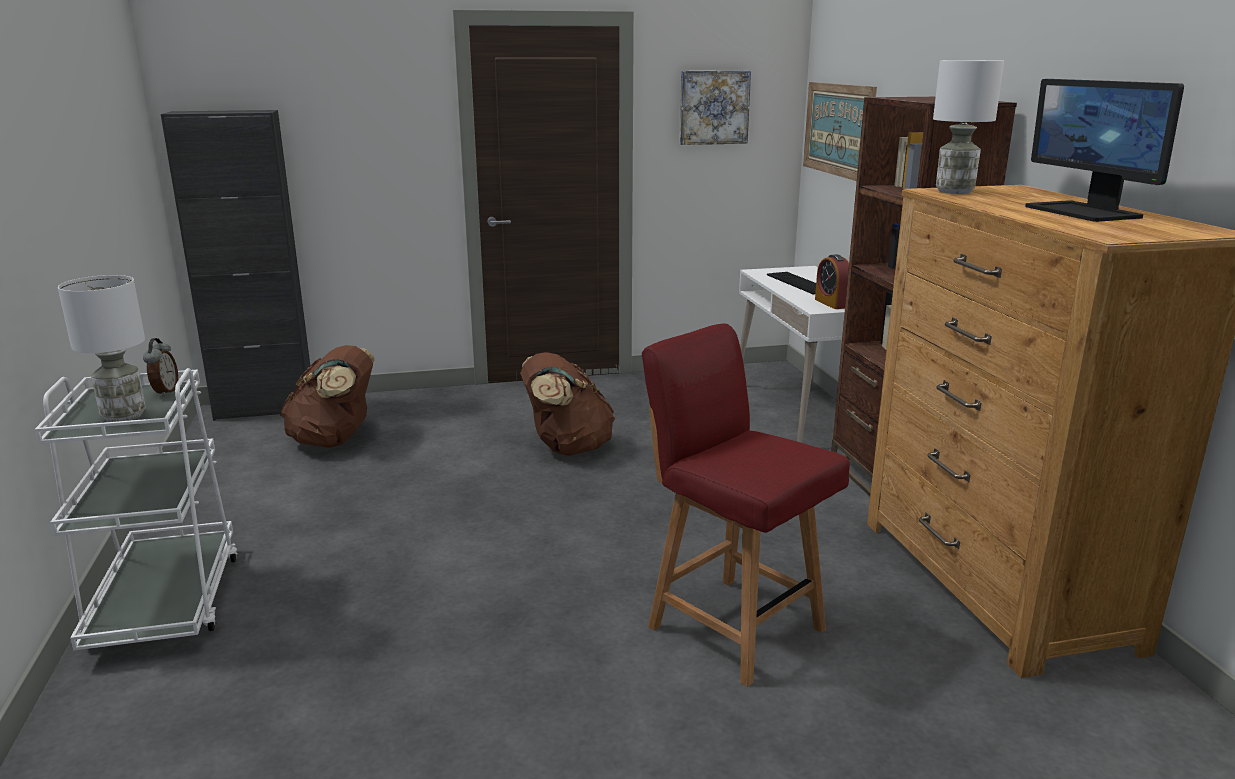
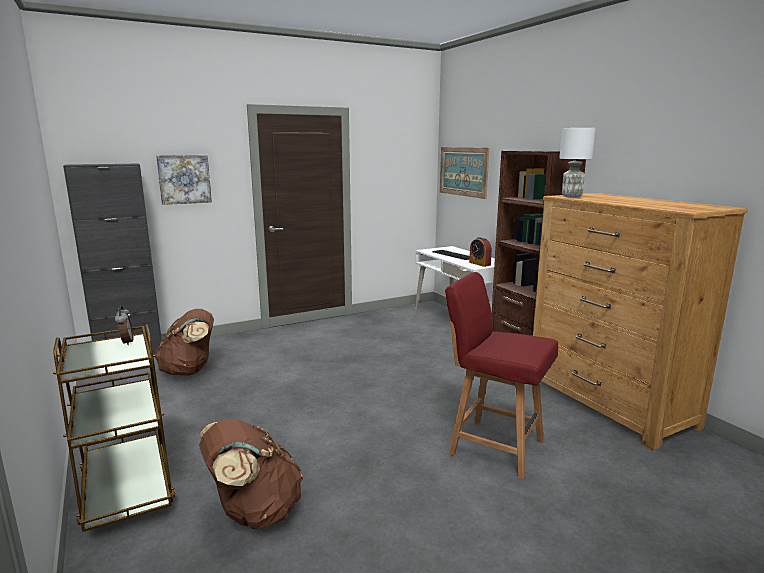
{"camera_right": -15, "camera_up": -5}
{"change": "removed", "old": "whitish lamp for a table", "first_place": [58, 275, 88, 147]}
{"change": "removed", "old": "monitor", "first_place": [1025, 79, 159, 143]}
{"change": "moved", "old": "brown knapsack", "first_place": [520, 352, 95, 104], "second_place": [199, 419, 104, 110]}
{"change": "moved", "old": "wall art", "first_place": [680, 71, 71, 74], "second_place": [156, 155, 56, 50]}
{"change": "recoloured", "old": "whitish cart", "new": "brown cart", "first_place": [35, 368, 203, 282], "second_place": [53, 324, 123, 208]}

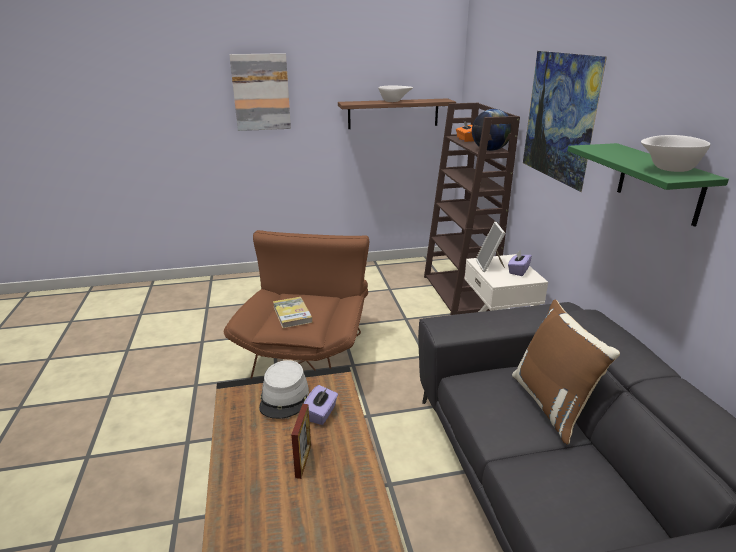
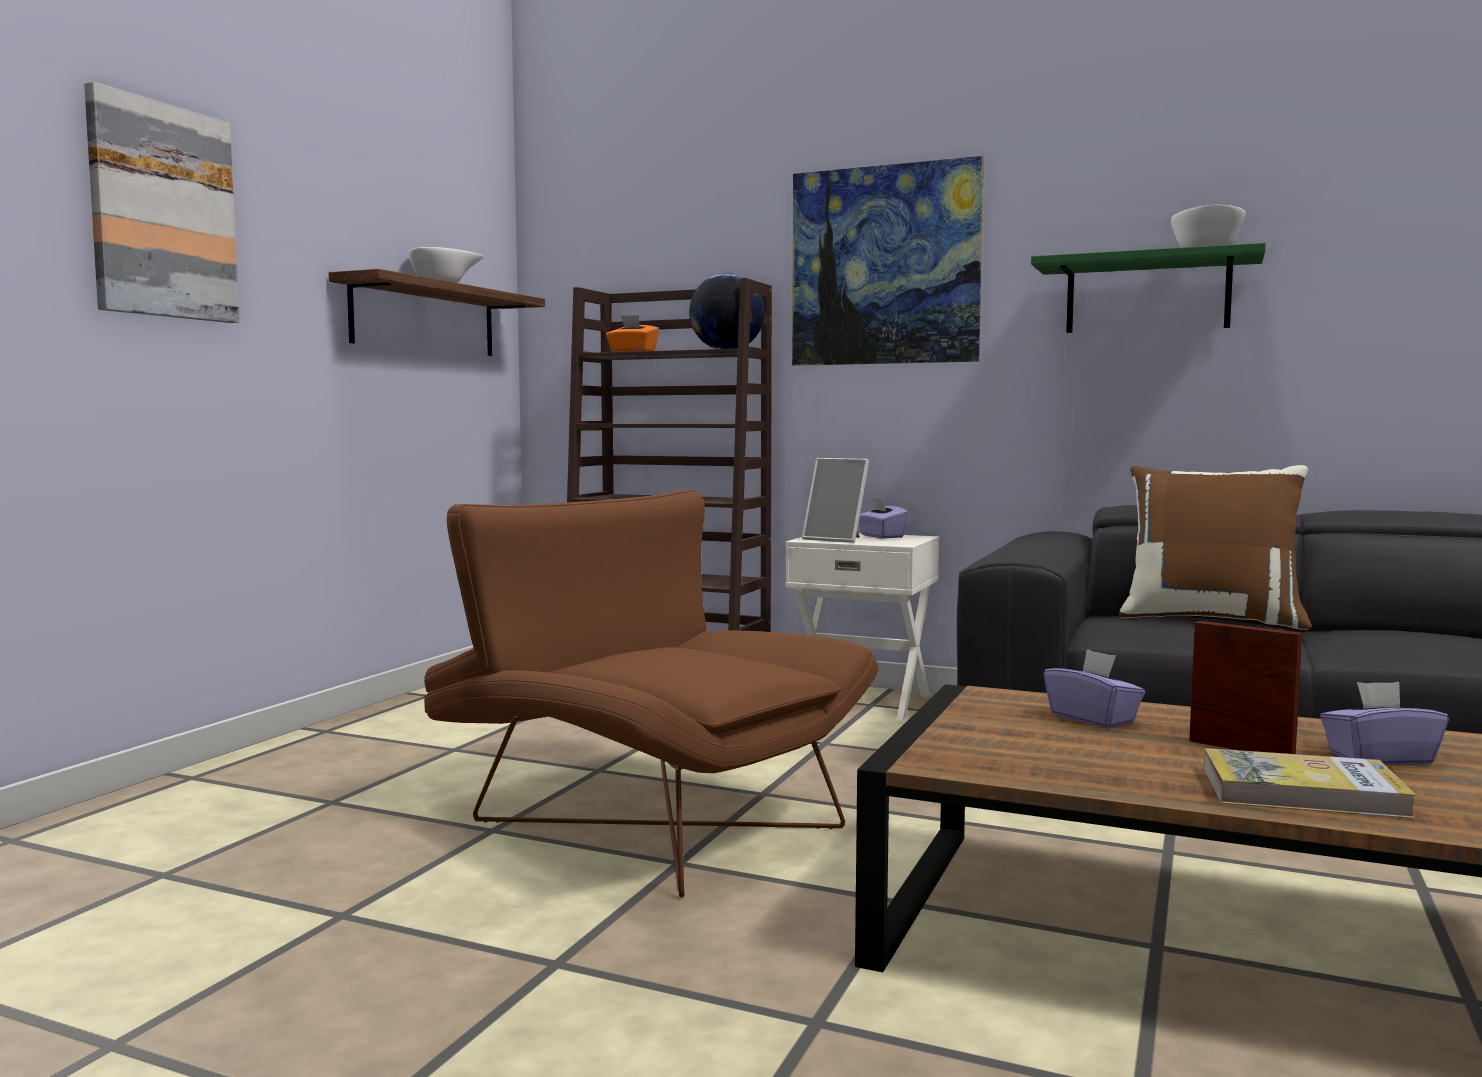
{"camera_right": -55, "camera_up": -20}
{"change": "removed", "old": "greyish hat", "first_place": [259, 360, 50, 59]}
{"change": "added", "new": "purple tissue holder", "second_place": [1320, 682, 129, 83]}
{"change": "moved", "old": "bound book", "first_place": [273, 297, 40, 31], "second_place": [1204, 748, 212, 71]}

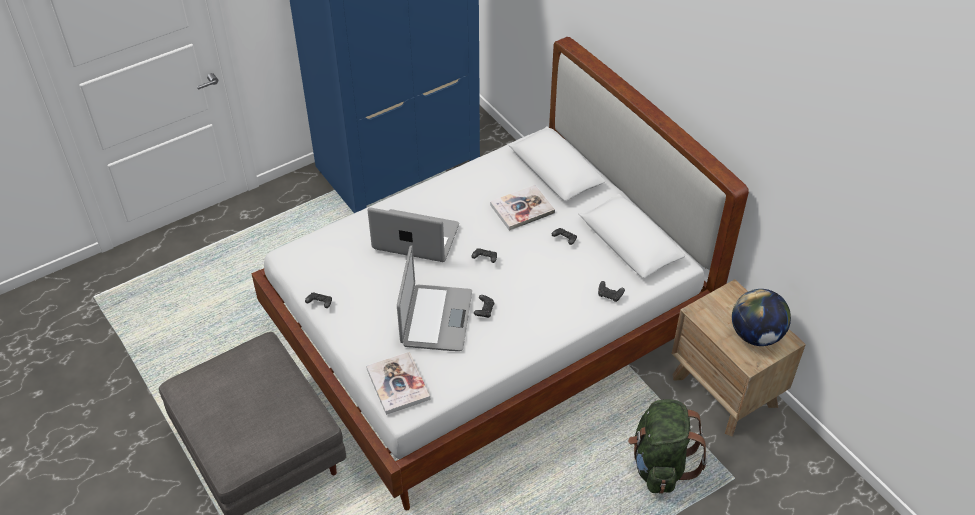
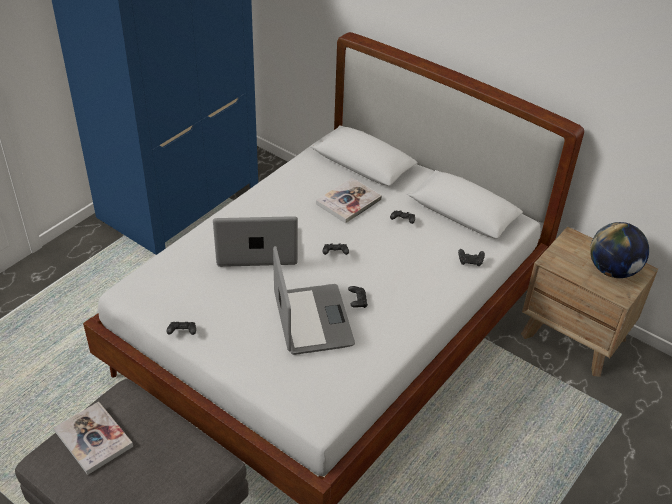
{"camera_right": -20, "camera_up": -5}
{"change": "removed", "old": "greenish knapsack", "first_place": [628, 399, 80, 95]}
{"change": "moved", "old": "bound book", "first_place": [366, 352, 65, 63], "second_place": [54, 402, 79, 73]}

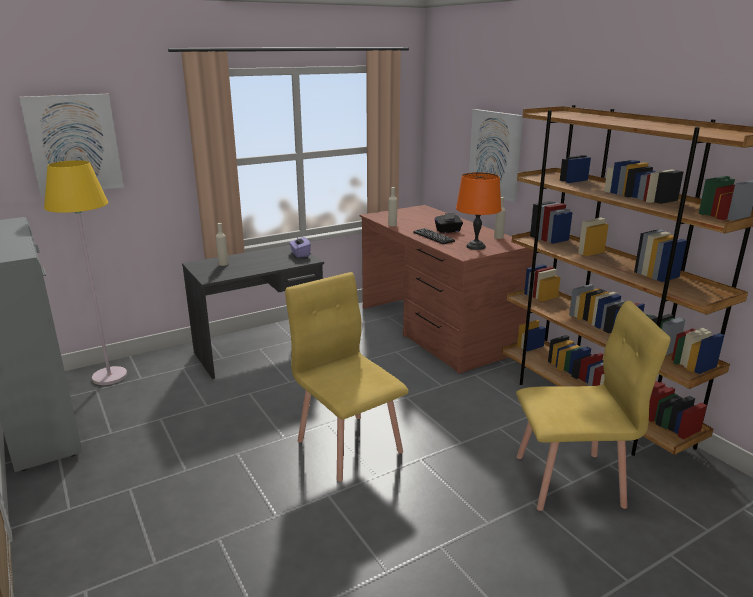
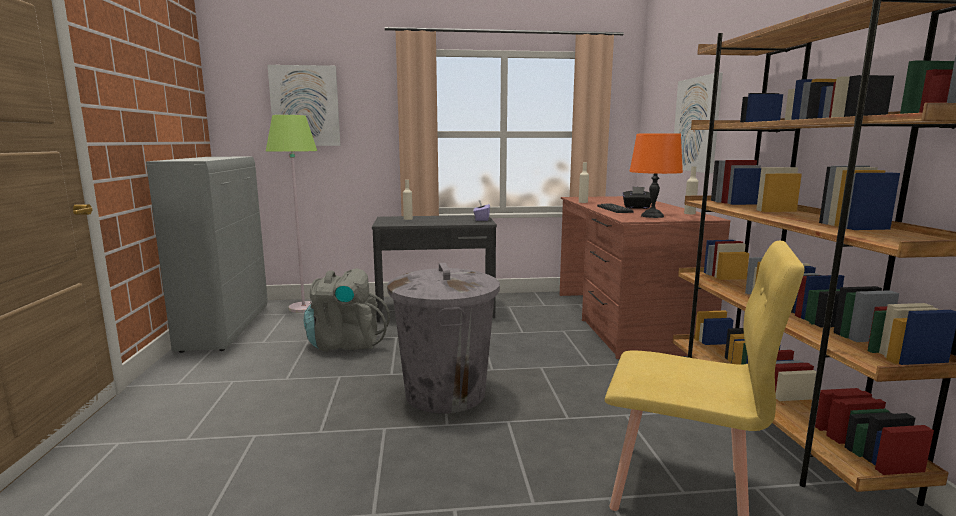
{"camera_right": 25, "camera_up": -10}
{"change": "added", "new": "greyish knapsack", "second_place": [304, 268, 86, 84]}
{"change": "replaced", "old": "yellow chair", "new": "greyish waste bin", "first_place": [285, 272, 124, 210], "second_place": [387, 263, 113, 151]}
{"change": "recoloured", "old": "yellow standing lamp", "new": "greenish standing lamp", "first_place": [44, 160, 83, 225], "second_place": [266, 115, 51, 198]}

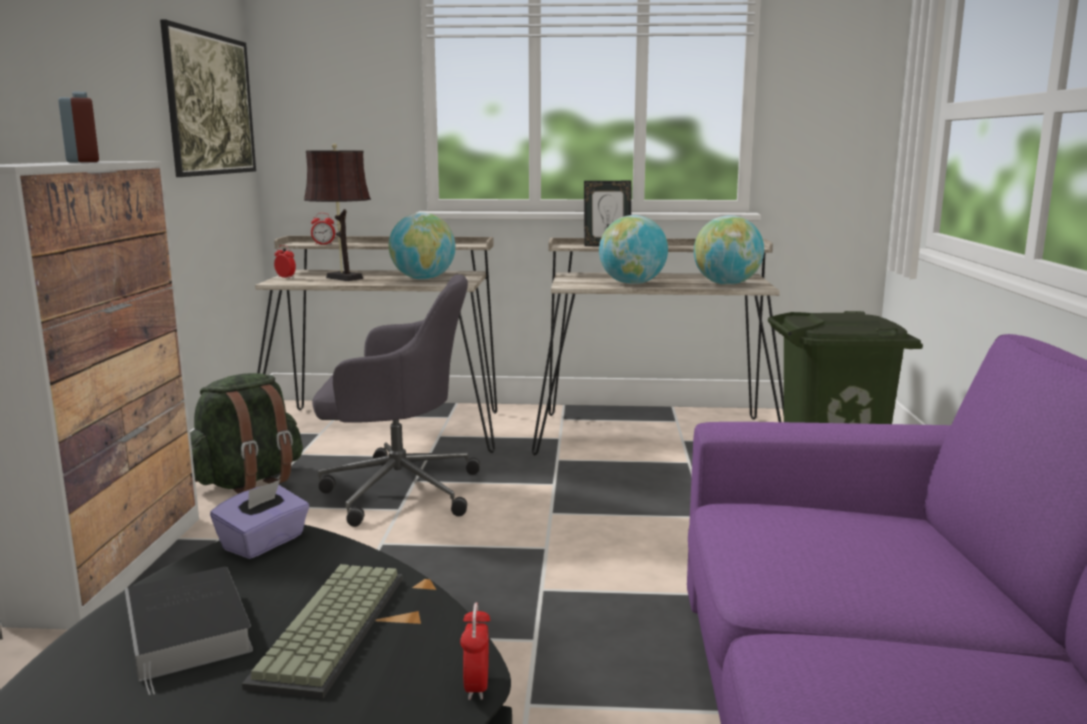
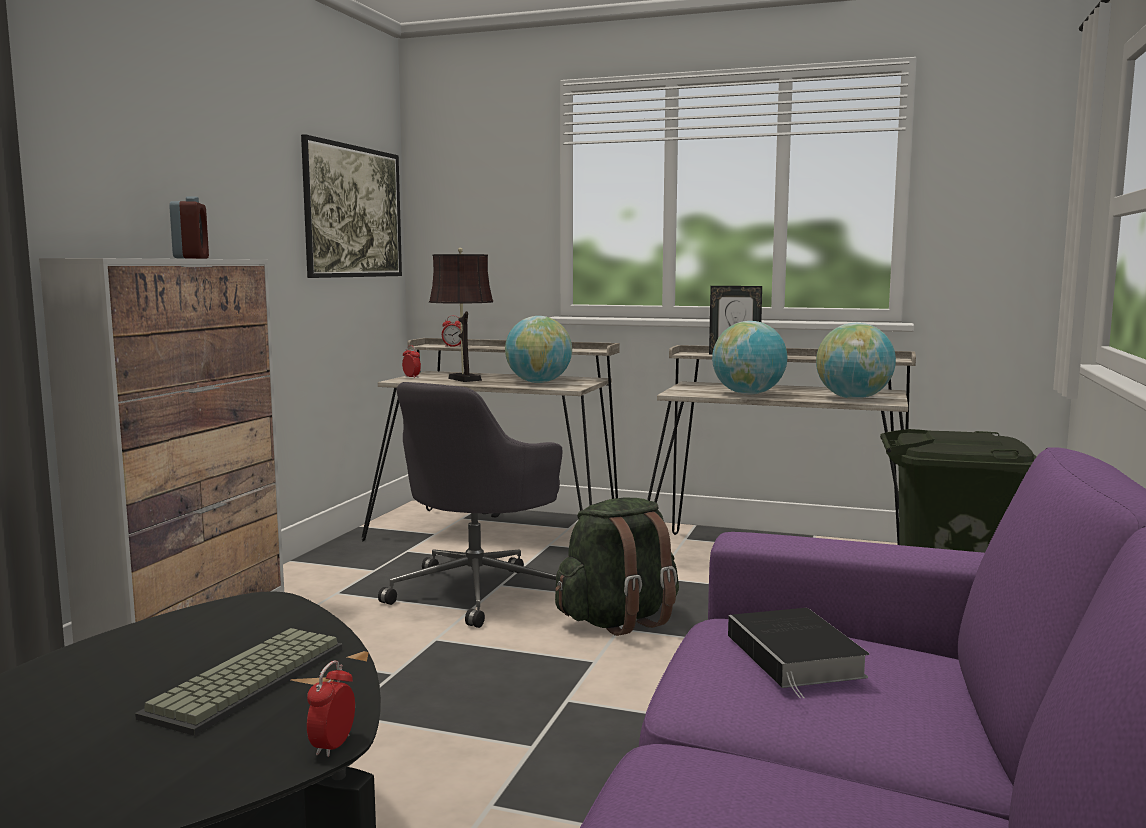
{"camera_right": 15, "camera_up": -5}
{"change": "removed", "old": "purple tissue holder", "first_place": [210, 480, 99, 79]}
{"change": "moved", "old": "bound book", "first_place": [125, 567, 128, 128], "second_place": [728, 608, 141, 90]}
{"change": "moved", "old": "greenish knapsack", "first_place": [190, 373, 113, 121], "second_place": [555, 497, 124, 139]}
{"change": "turned", "old": "greyish computer chair", "first_place": [312, 274, 168, 253], "second_place": [378, 382, 185, 246], "degrees": 105}

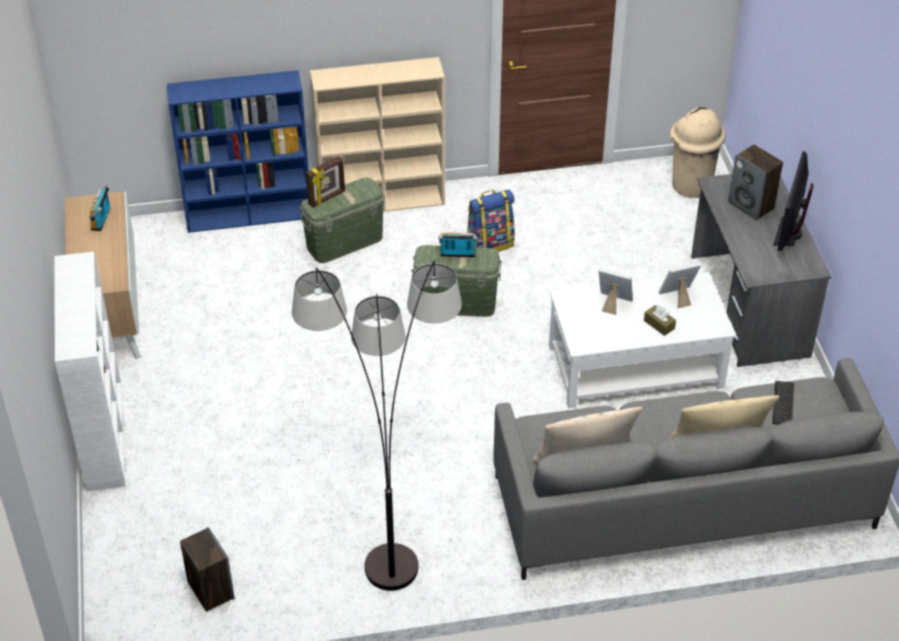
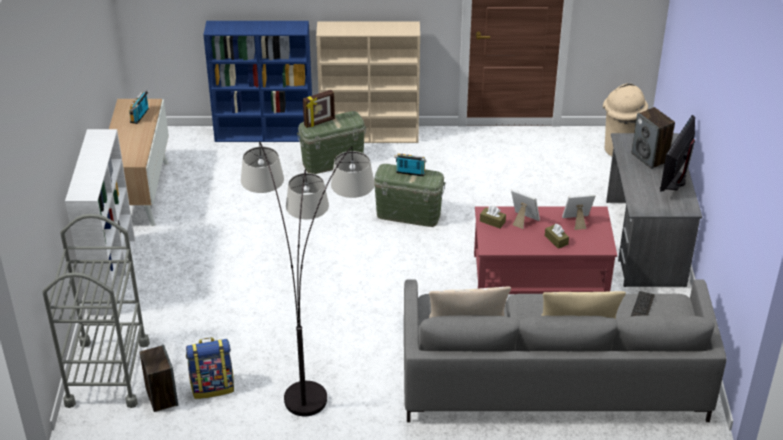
{"camera_right": 10, "camera_up": -5}
{"change": "added", "new": "greyish cart", "second_place": [42, 214, 108, 194]}
{"change": "added", "new": "brown tissue holder", "second_place": [480, 206, 26, 22]}
{"change": "moved", "old": "knapsack", "first_place": [468, 189, 47, 63], "second_place": [186, 337, 48, 62]}
{"change": "recoloured", "old": "whitish lounge table", "new": "red-coloured lounge table", "first_place": [549, 272, 187, 136], "second_place": [474, 206, 143, 88]}

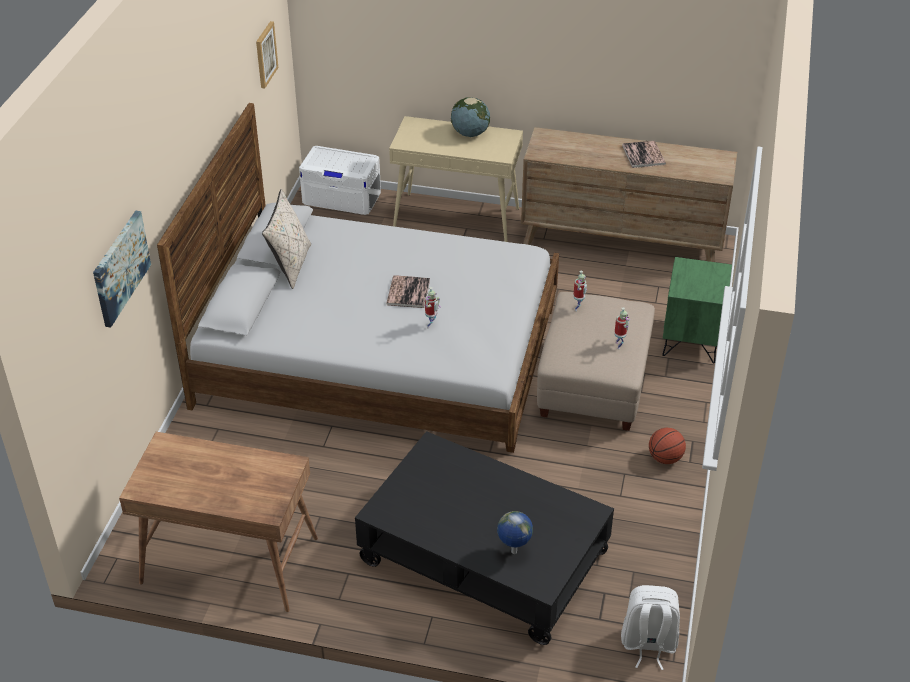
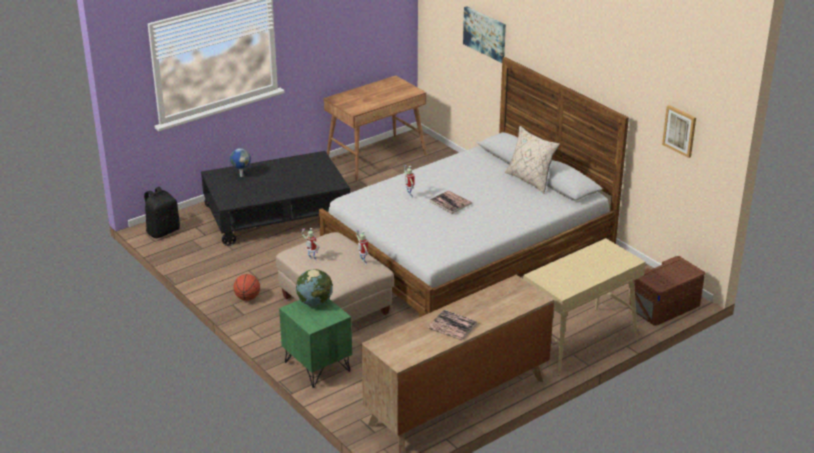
{"camera_right": 130, "camera_up": -10}
{"change": "moved", "old": "world globe", "first_place": [451, 97, 39, 40], "second_place": [296, 269, 37, 37]}
{"change": "recoloured", "old": "whitish storage container", "new": "brown storage container", "first_place": [299, 146, 82, 69], "second_place": [629, 256, 76, 69]}
{"change": "recoloured", "old": "whitish knapsack", "new": "blackish knapsack", "first_place": [621, 585, 59, 85], "second_place": [144, 187, 36, 51]}

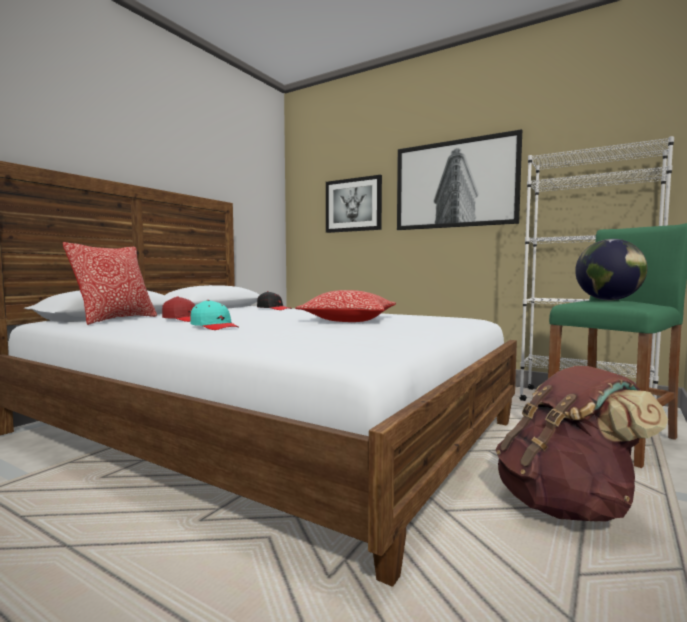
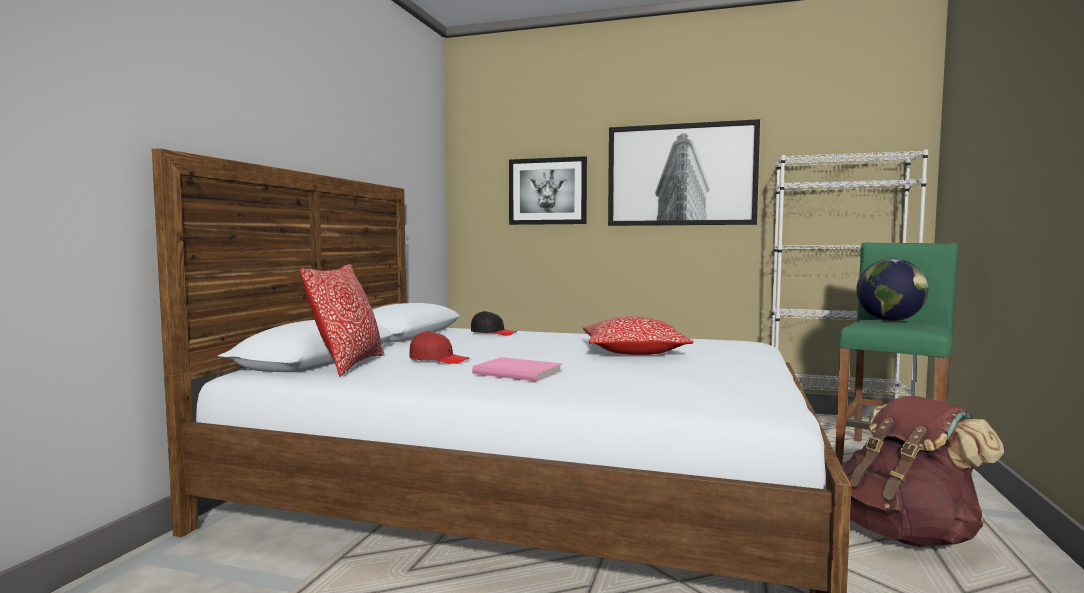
{"camera_right": -15, "camera_up": 0}
{"change": "replaced", "old": "turquoise-coloured peaked cap", "new": "pink-coloured bound book", "first_place": [190, 300, 48, 30], "second_place": [472, 357, 90, 25]}

